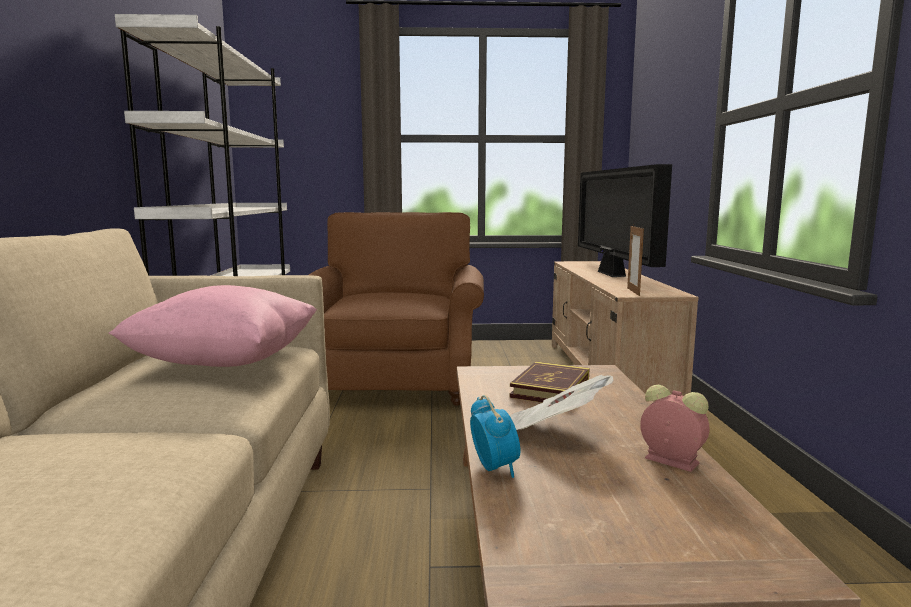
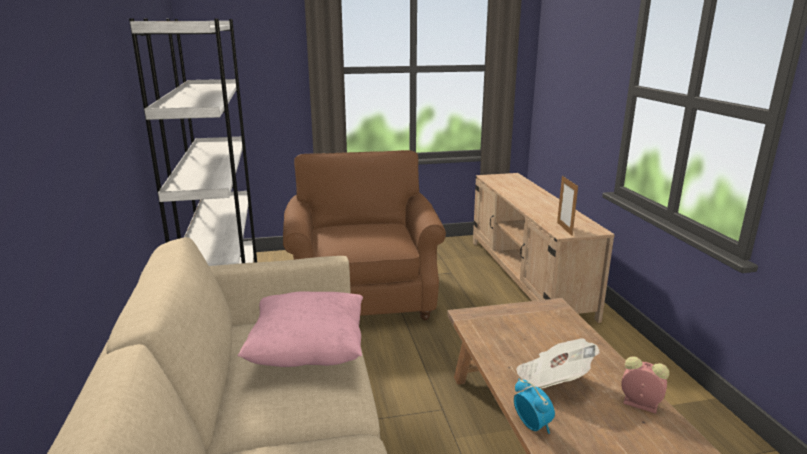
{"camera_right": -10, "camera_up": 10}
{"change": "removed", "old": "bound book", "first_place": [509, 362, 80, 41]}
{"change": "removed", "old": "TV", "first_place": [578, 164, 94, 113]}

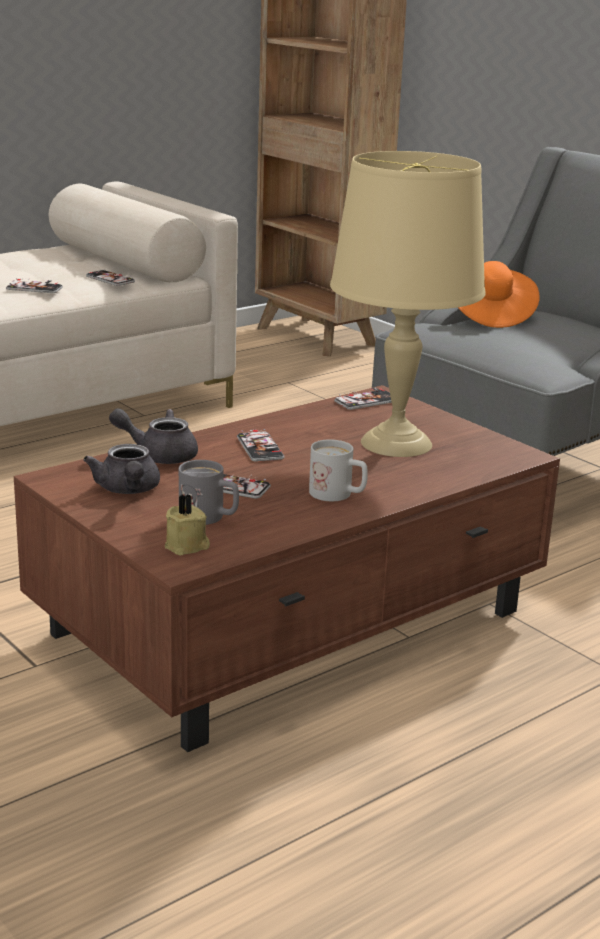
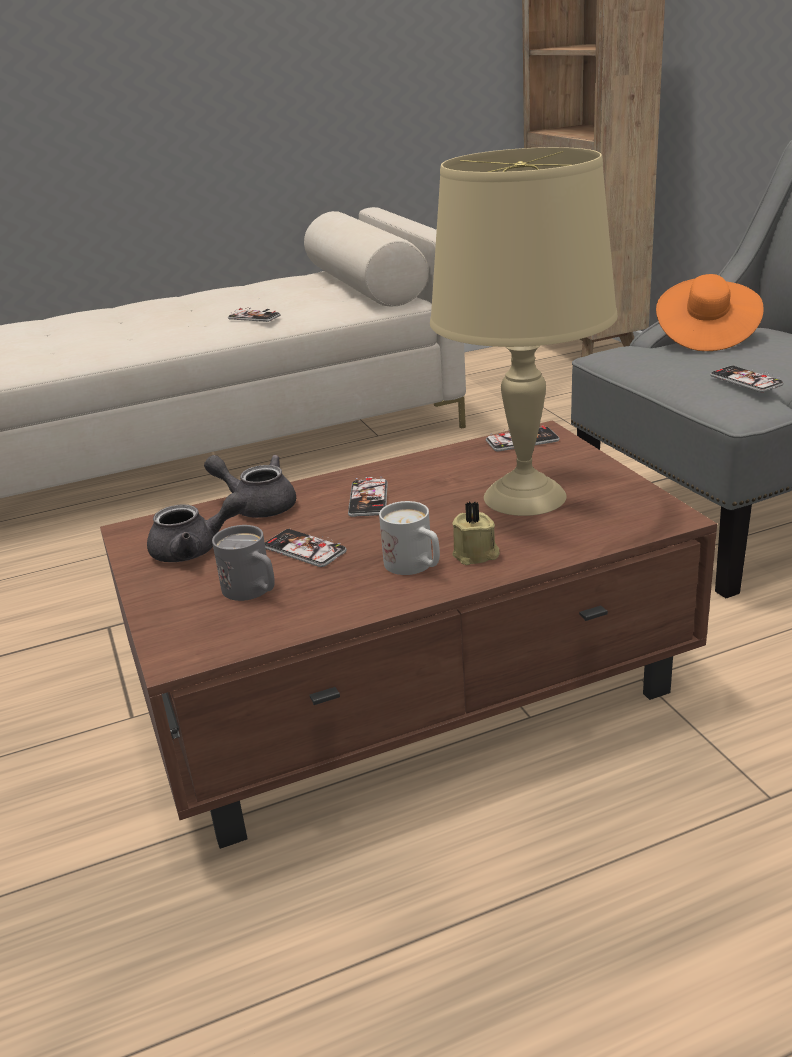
{"camera_right": 20, "camera_up": 5}
{"change": "moved", "old": "phone", "first_place": [86, 269, 49, 17], "second_place": [710, 365, 74, 27]}
{"change": "moved", "old": "sand-coloured wax light", "first_place": [165, 494, 45, 62], "second_place": [452, 501, 48, 64]}
{"change": "turned", "old": "greyish teapot", "first_place": [84, 444, 76, 50], "second_place": [147, 492, 100, 70], "degrees": -105}

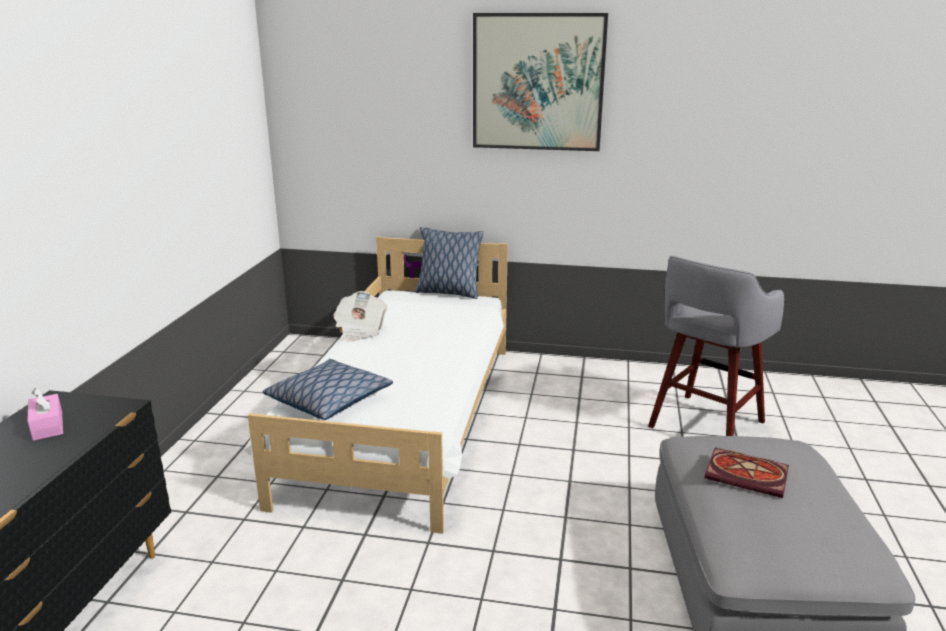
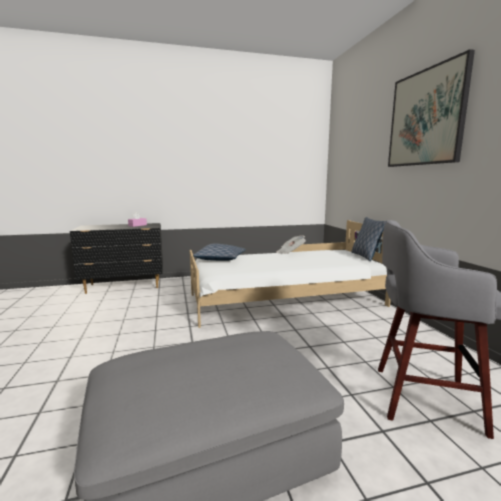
{"camera_right": 65, "camera_up": -10}
{"change": "removed", "old": "bound book", "first_place": [705, 448, 84, 50]}

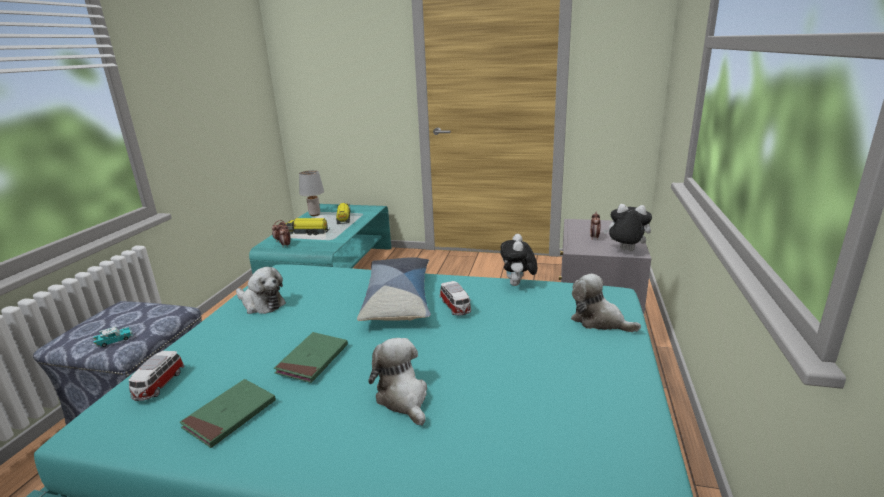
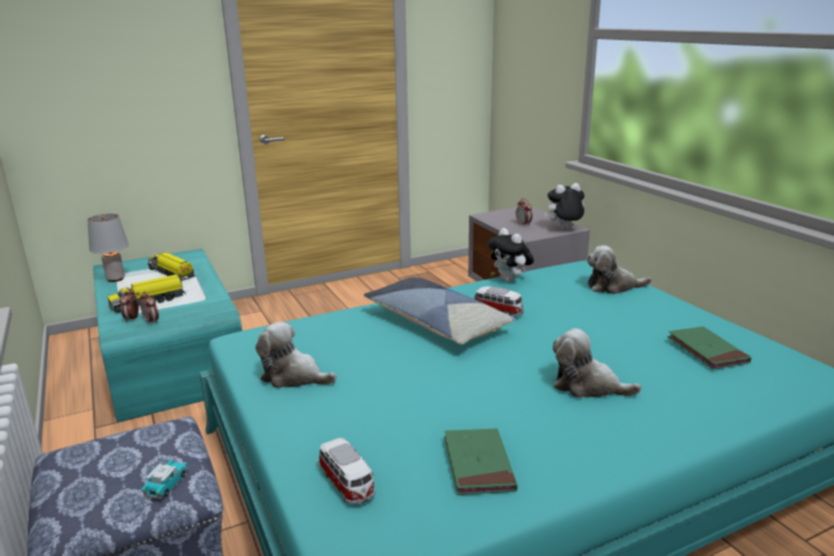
{"camera_right": -40, "camera_up": 0}
{"change": "moved", "old": "greenish bound book", "first_place": [274, 332, 74, 51], "second_place": [667, 326, 84, 44]}
{"change": "turned", "old": "cuddly toy", "first_place": [236, 267, 50, 47], "second_place": [255, 322, 82, 66], "degrees": -150}

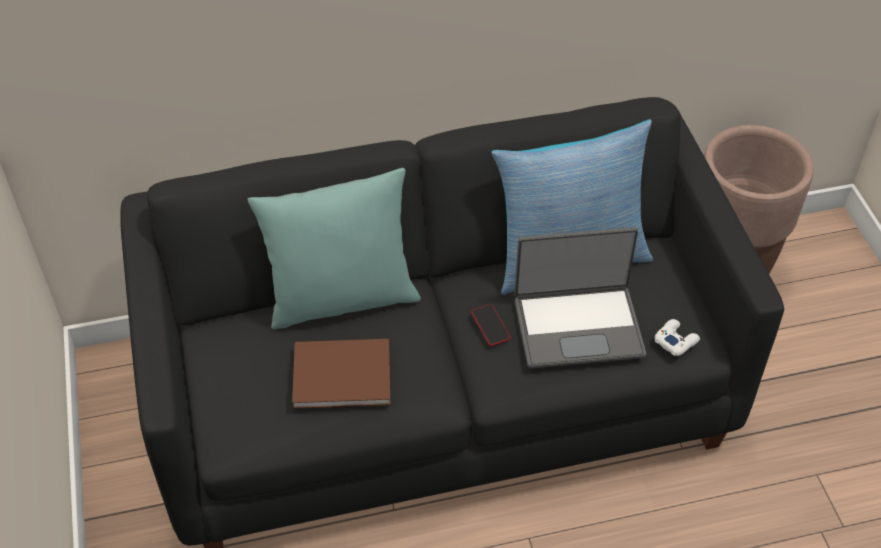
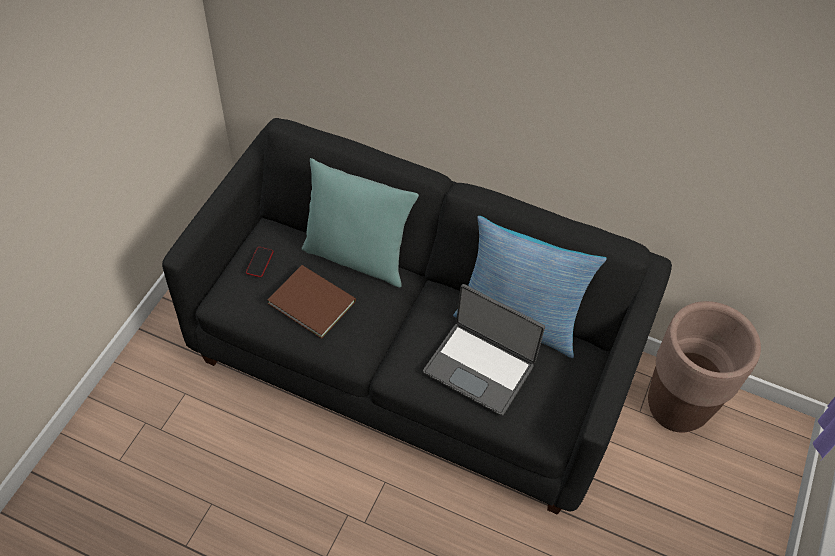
{"camera_right": 35, "camera_up": 5}
{"change": "removed", "old": "whitish game controller", "first_place": [655, 319, 45, 37]}
{"change": "moved", "old": "phone", "first_place": [471, 304, 40, 42], "second_place": [246, 247, 28, 30]}

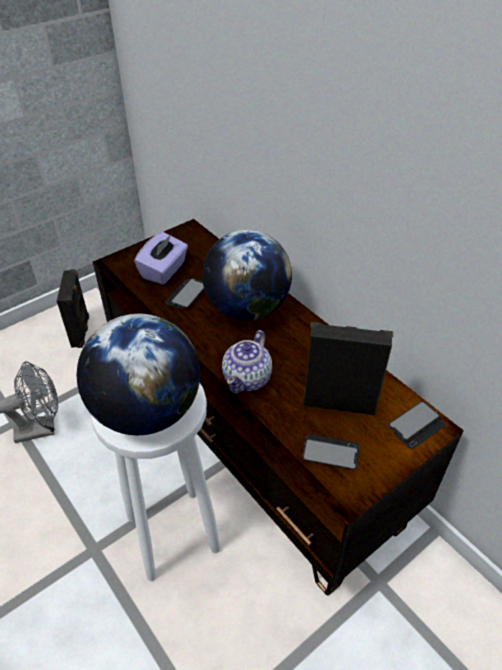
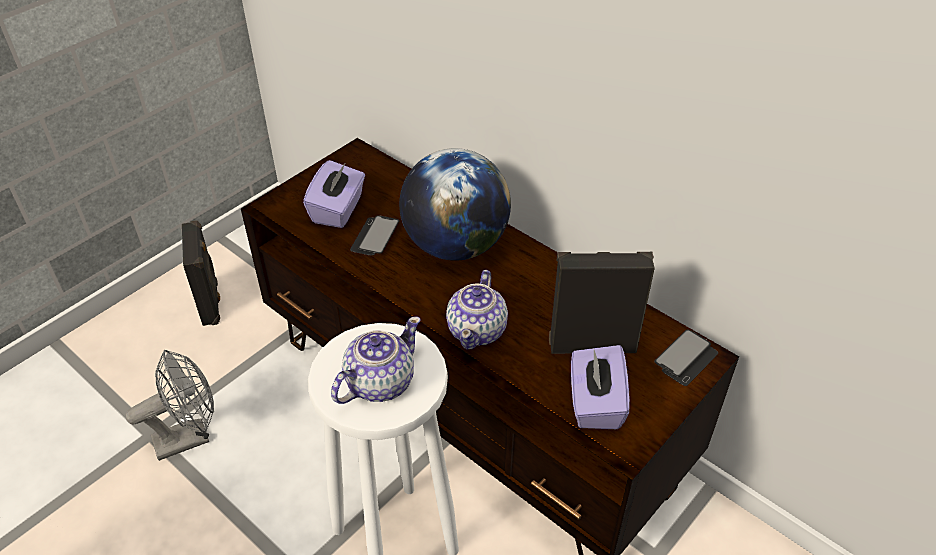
{"camera_right": -10, "camera_up": 0}
{"change": "replaced", "old": "world globe", "new": "teapot", "first_place": [76, 314, 124, 121], "second_place": [331, 316, 90, 88]}
{"change": "replaced", "old": "phone", "new": "purple tissue holder", "first_place": [302, 434, 57, 36], "second_place": [571, 345, 59, 84]}

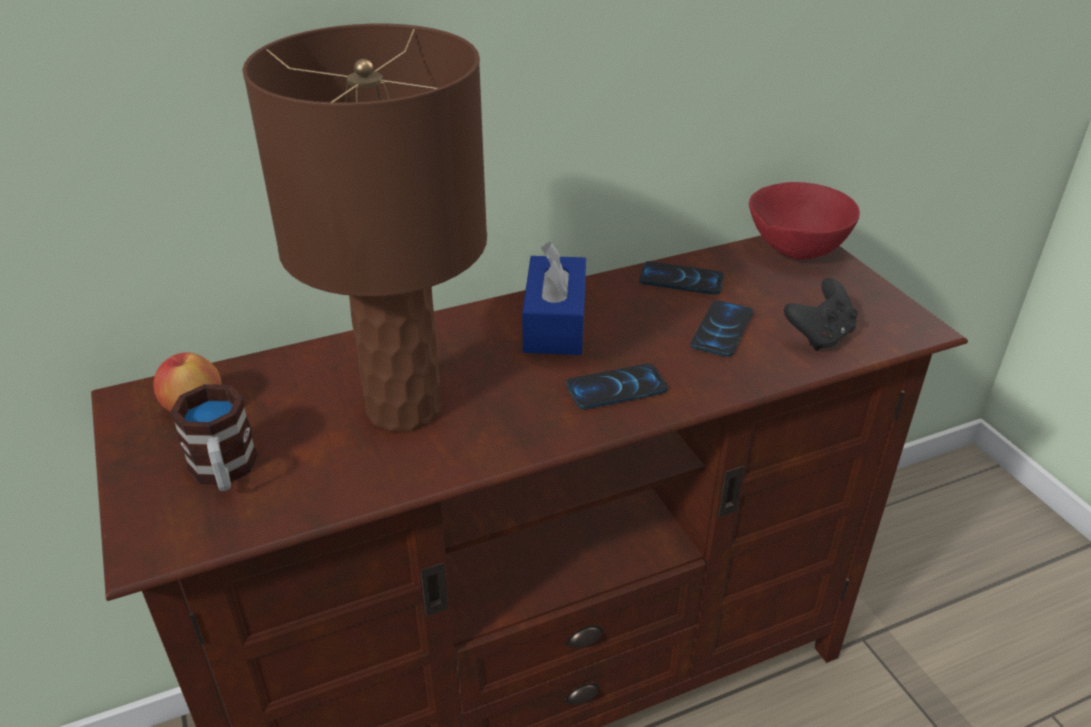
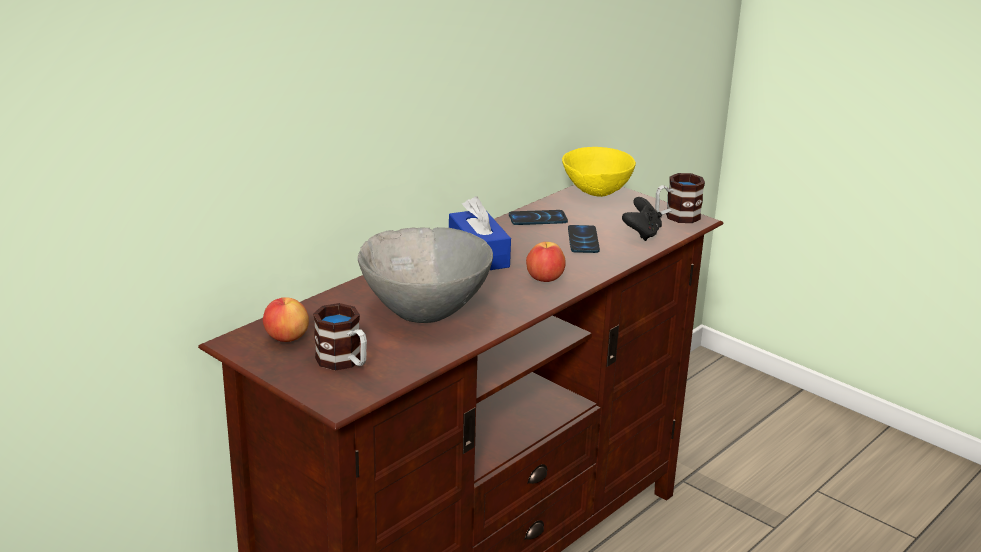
{"camera_right": -25, "camera_up": -10}
{"change": "added", "new": "tea mug", "second_place": [655, 173, 50, 50]}
{"change": "replaced", "old": "brown lamp for a table", "new": "greyish serving bowl", "first_place": [242, 24, 245, 408], "second_place": [358, 227, 135, 96]}
{"change": "replaced", "old": "phone", "new": "apple", "first_place": [566, 363, 102, 46], "second_place": [526, 242, 40, 40]}
{"change": "recoloured", "old": "red-coloured serving bowl", "new": "yellow serving bowl", "first_place": [749, 182, 111, 78], "second_place": [562, 147, 74, 50]}

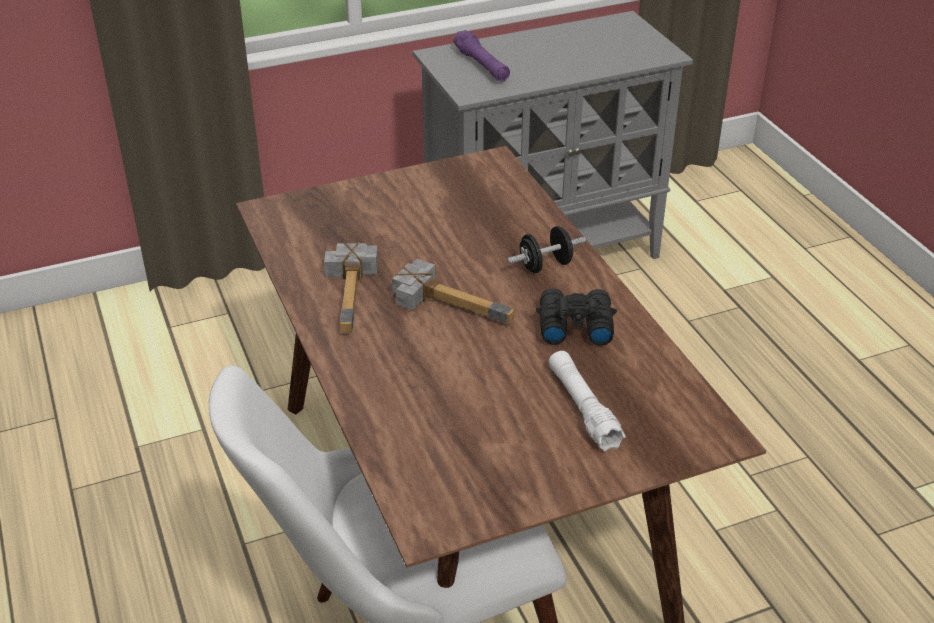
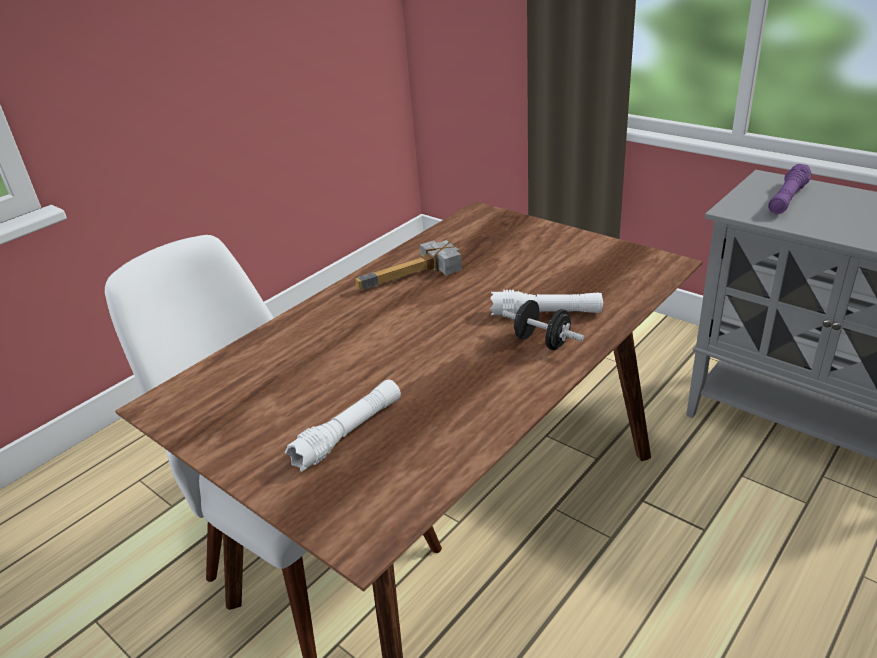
{"camera_right": 65, "camera_up": -5}
{"change": "removed", "old": "hand hammer", "first_place": [392, 259, 123, 65]}
{"change": "removed", "old": "blackish pair of binoculars", "first_place": [536, 288, 81, 58]}
{"change": "added", "new": "whitish hand torch", "second_place": [491, 290, 112, 27]}

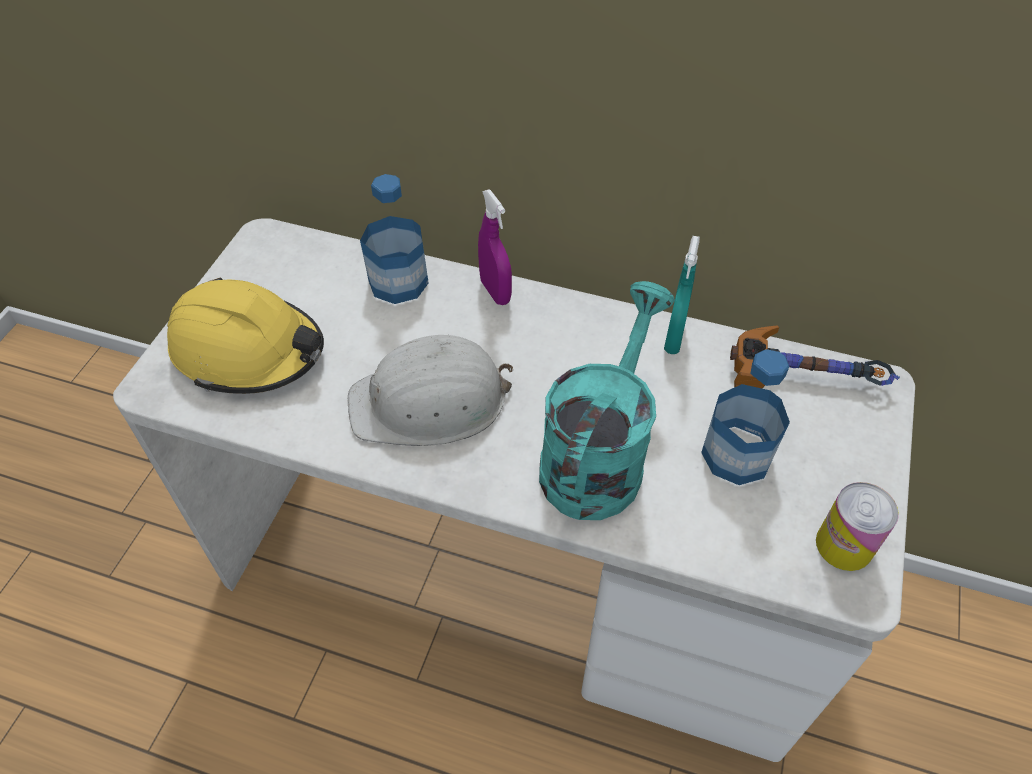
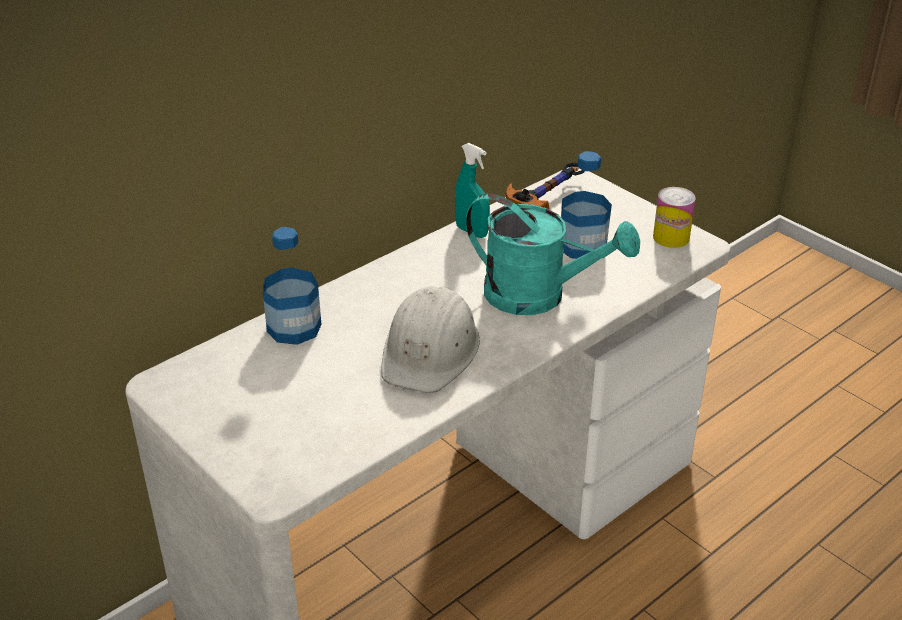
{"camera_right": -60, "camera_up": -15}
{"change": "removed", "old": "yellow safety helmet", "first_place": [167, 277, 157, 117]}
{"change": "removed", "old": "purple sprayer", "first_place": [478, 189, 34, 116]}
{"change": "turned", "old": "turquoise-coloured watering pot", "first_place": [539, 281, 136, 239], "second_place": [466, 193, 174, 122], "degrees": 150}

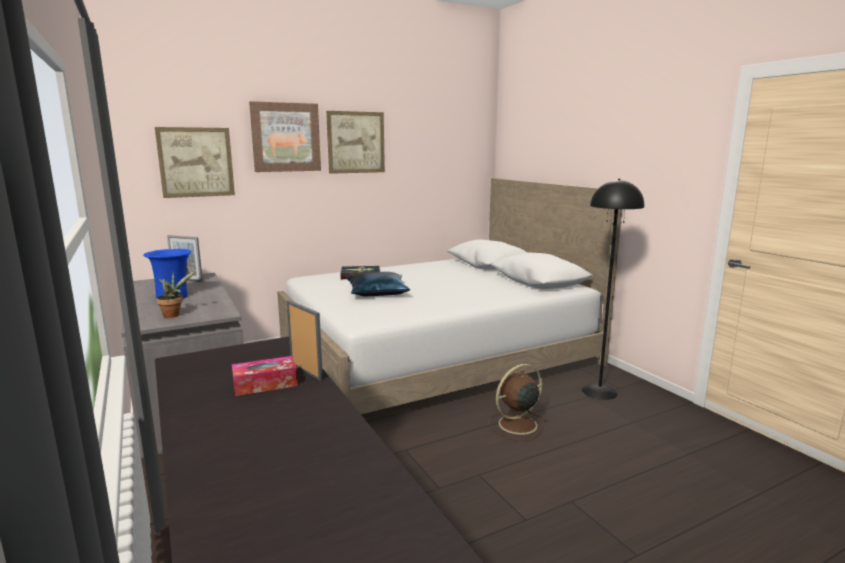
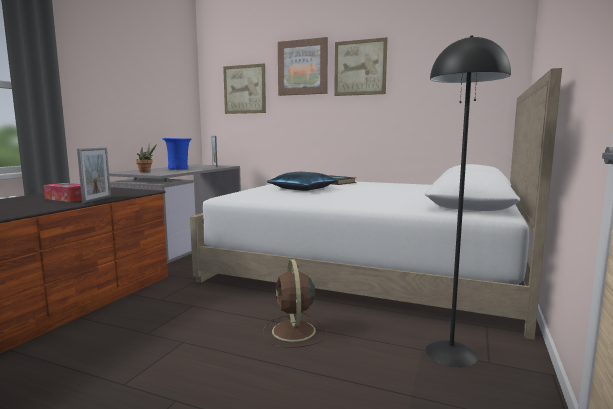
{"camera_right": 50, "camera_up": -5}
{"change": "turned", "old": "brown fan", "first_place": [488, 364, 59, 77], "second_place": [263, 259, 64, 89], "degrees": -120}

